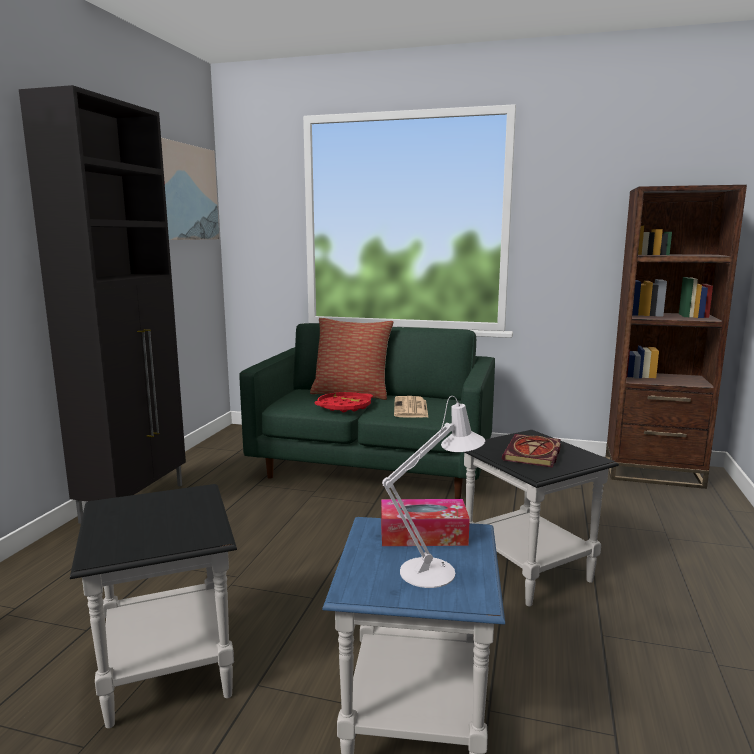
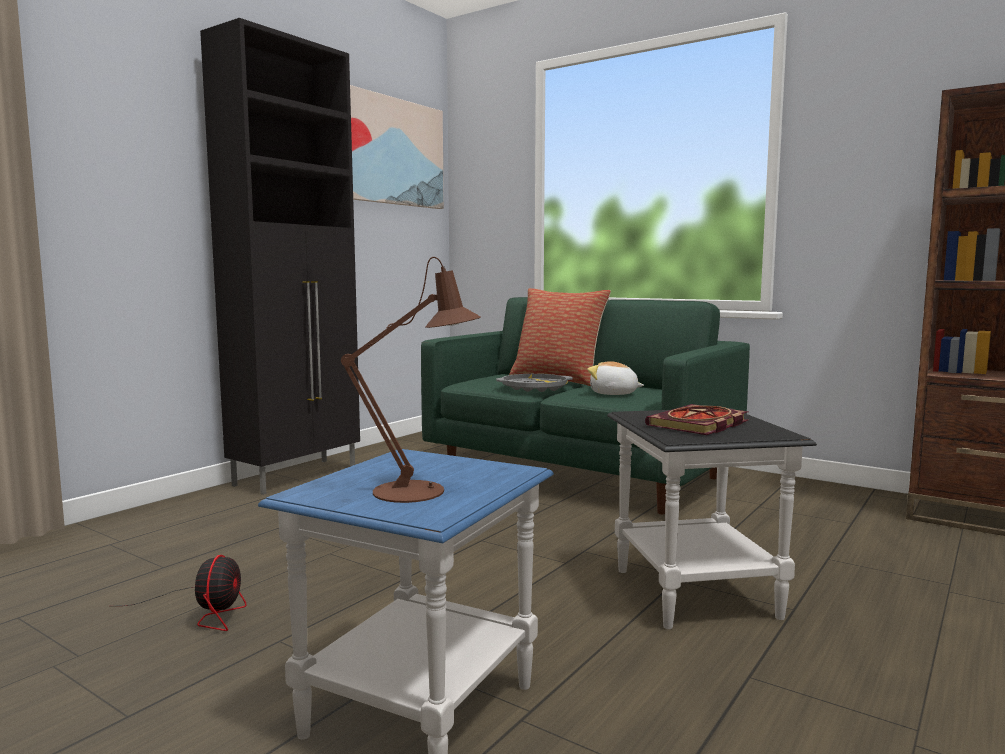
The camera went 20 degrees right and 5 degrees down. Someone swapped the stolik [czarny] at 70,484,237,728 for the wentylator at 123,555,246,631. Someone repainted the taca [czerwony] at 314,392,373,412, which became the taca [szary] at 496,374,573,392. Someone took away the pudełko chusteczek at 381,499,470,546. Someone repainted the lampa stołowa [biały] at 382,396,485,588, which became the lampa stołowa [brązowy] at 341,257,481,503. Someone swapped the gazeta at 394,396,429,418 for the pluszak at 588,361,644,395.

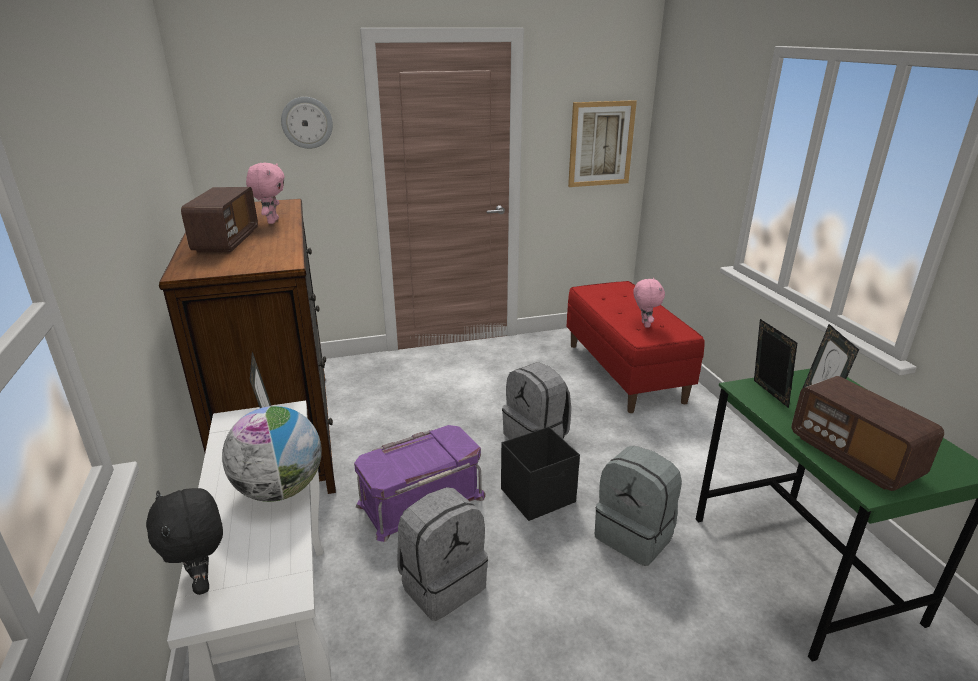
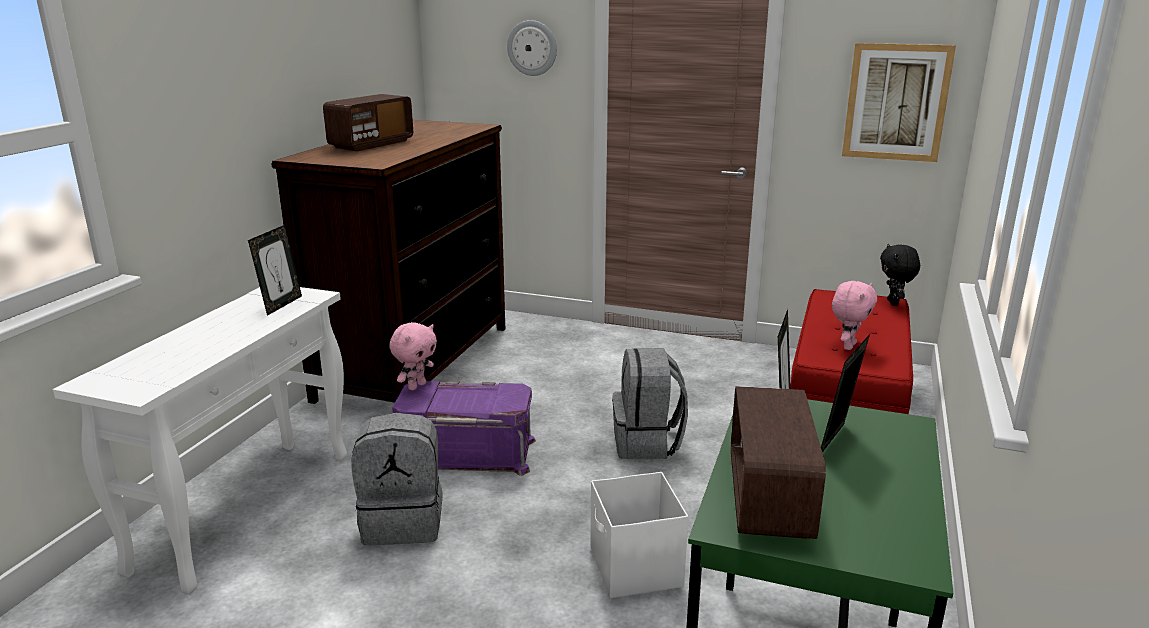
The camera went 35 degrees right and 5 degrees down. Someone carried the pluszak [czarny] from 146,488,223,595 to 880,244,920,306. Someone took away the globus at 222,406,322,502. Someone carried the pluszak [różowy] from 246,163,285,224 to 389,322,437,390. Someone took away the pojemnik do przechowywania [czarny] at 501,427,580,521. Someone swapped the plecak [szary] at 595,446,682,566 for the pojemnik do przechowywania [biały] at 590,472,688,598.

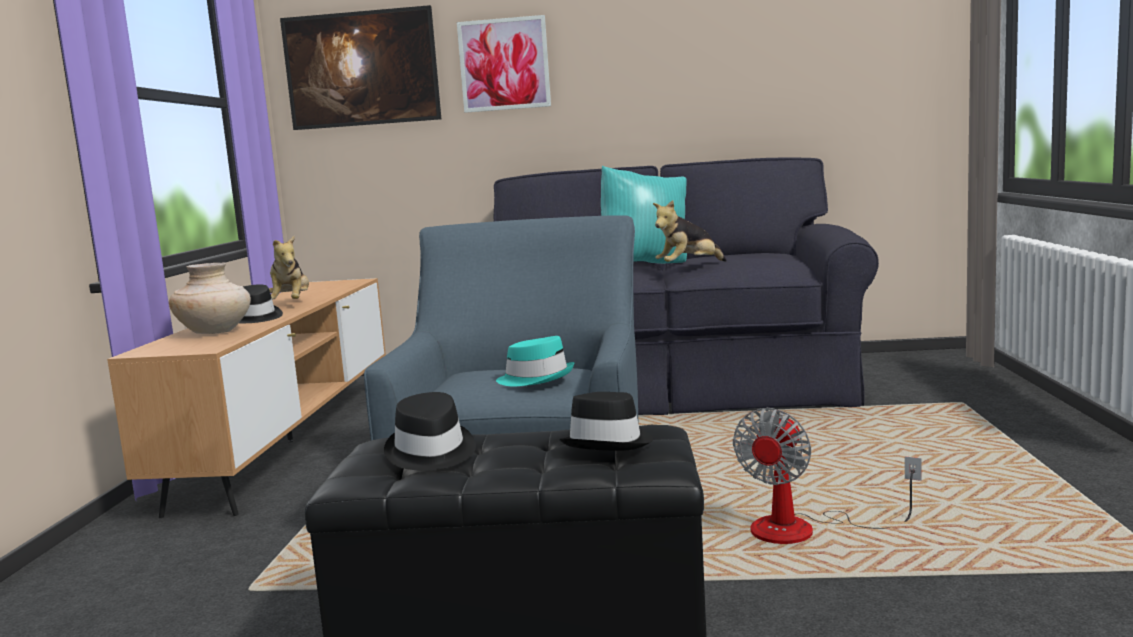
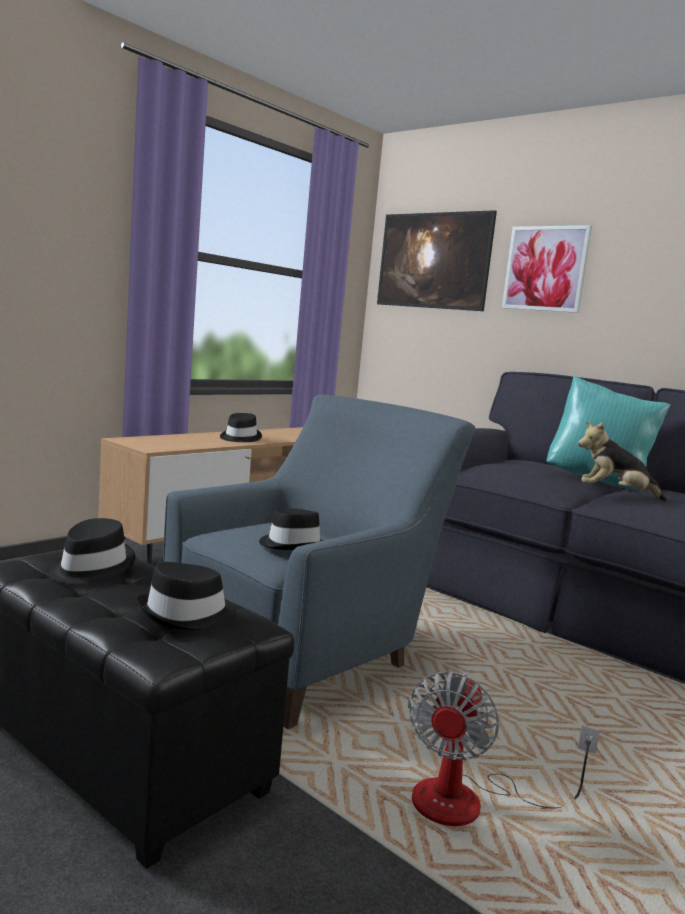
The camera went 35 degrees right and 0 degrees up. Someone took away the wazon [beżowy] at 169,263,251,334. Someone took away the pluszak at 269,236,309,300. Someone repainted the kapelusz [turkusowy] at 496,336,574,387, which became the kapelusz [czarny] at 259,508,324,550. Someone rotated the wentylator at 733,408,922,544 by 45 degrees counterclockwise.

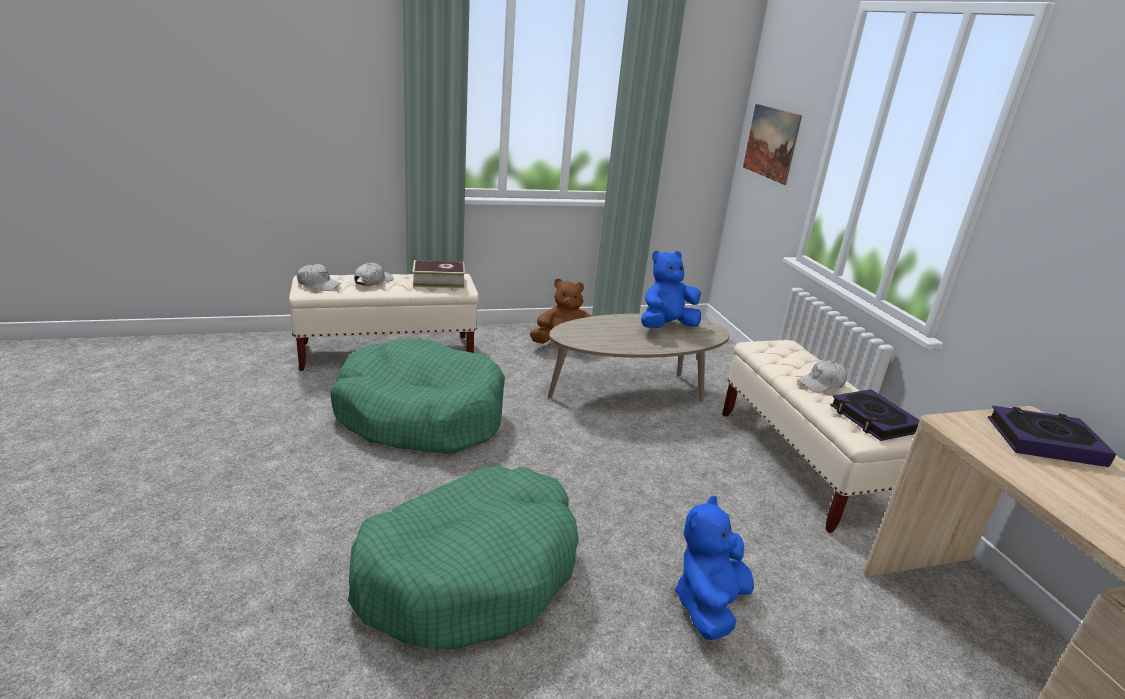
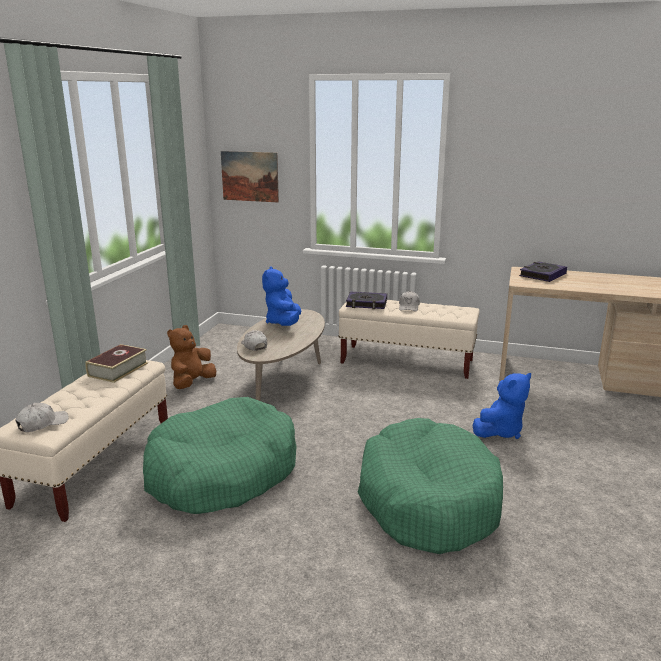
The camera went 55 degrees left and 5 degrees down. Someone carried the czapka z daszkiem [biały] from 354,263,394,286 to 241,330,267,351. Someone rotated the pluszak [niebieski] at 675,496,754,640 by 105 degrees counterclockwise. Someone carried the książka from 830,389,920,441 to 346,292,387,309.

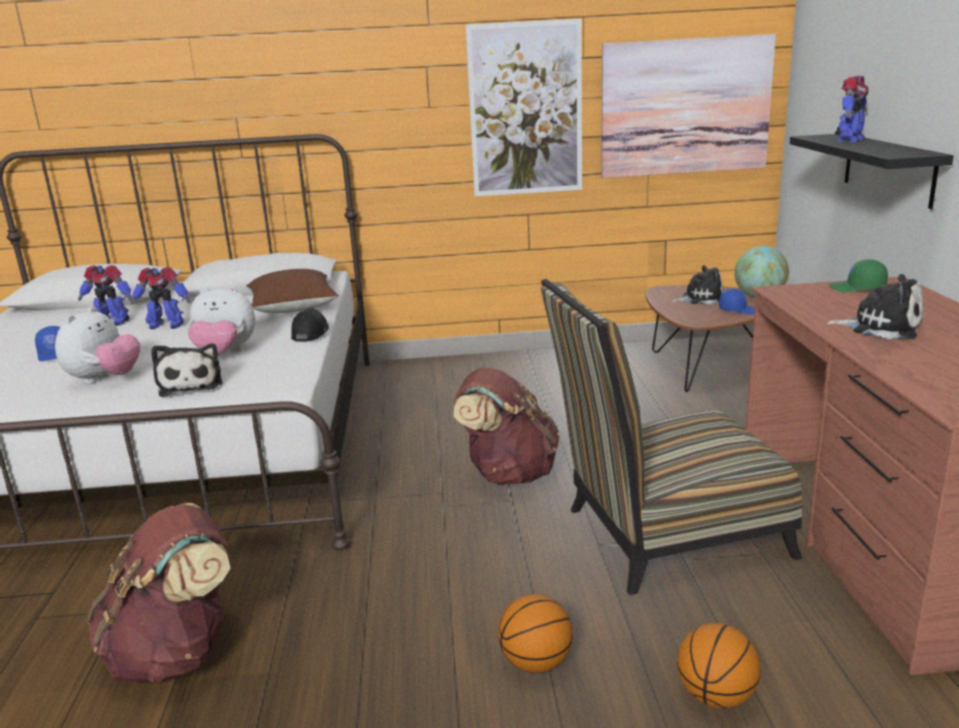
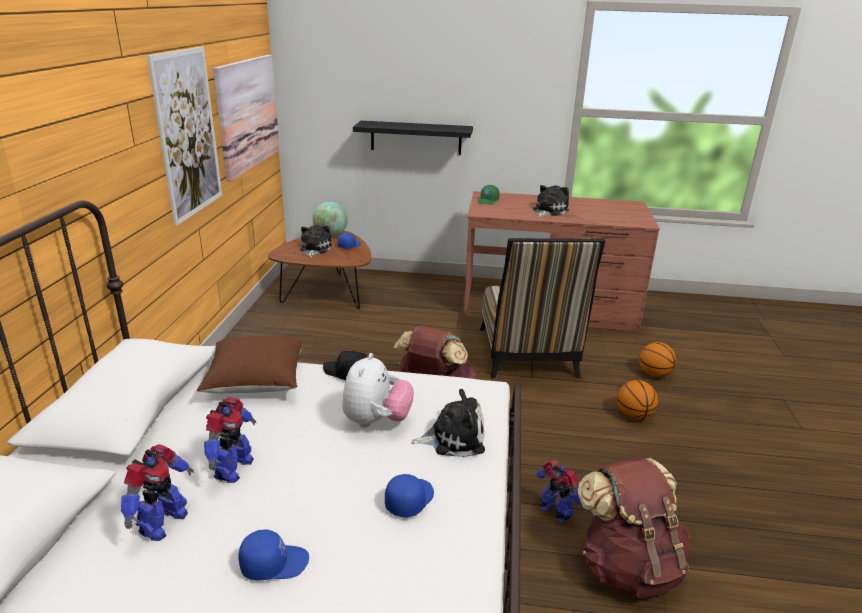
The camera went 80 degrees left and 5 degrees up. Someone swapped the pluszak at 55,306,140,384 for the czapka z daszkiem [niebieski] at 385,474,434,518. Someone carried the robot zabawkowy from 835,76,869,143 to 536,459,585,523.

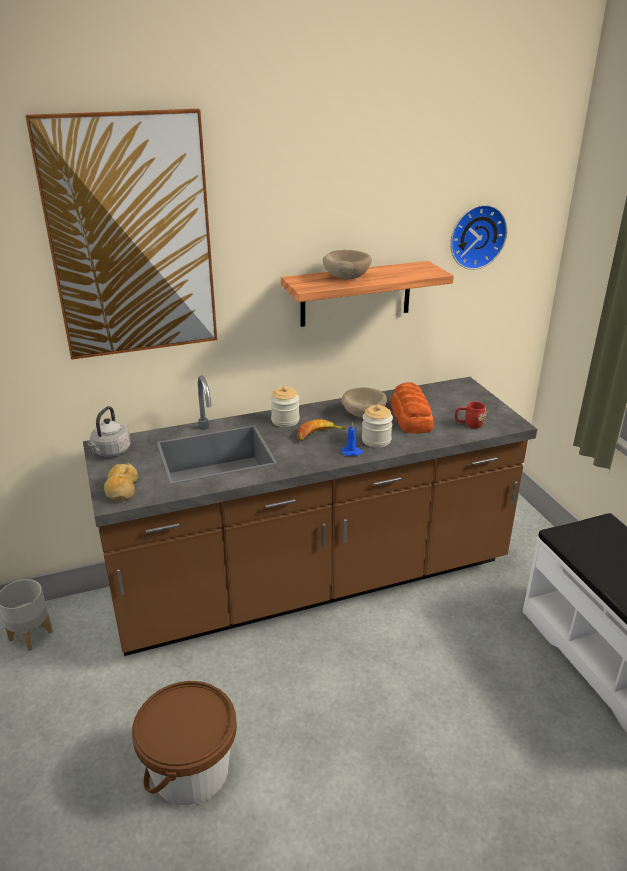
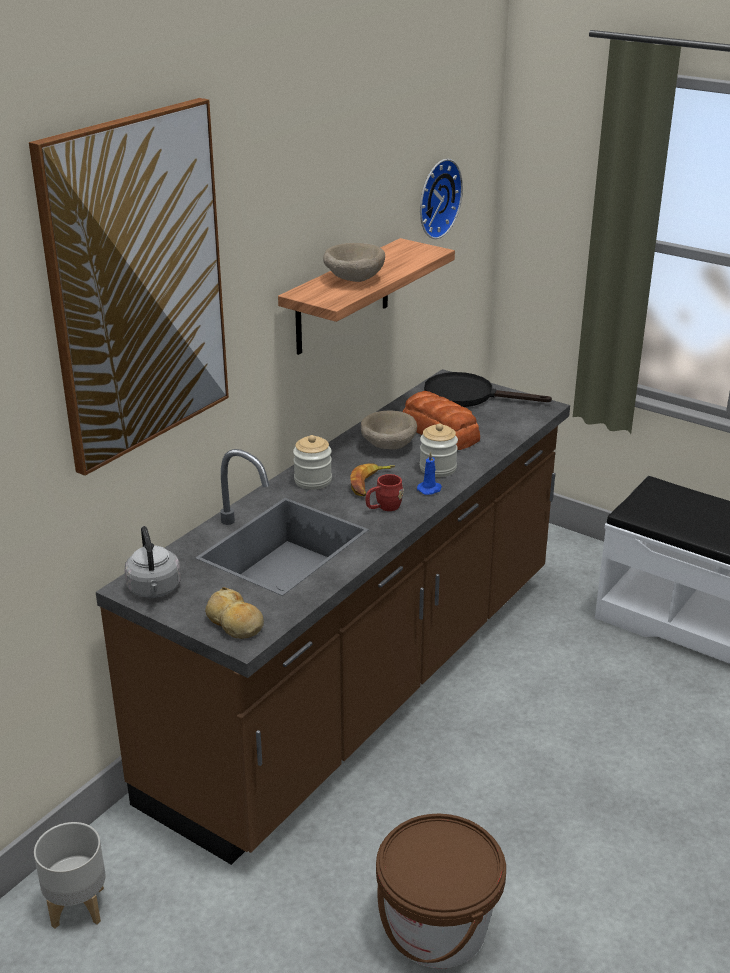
The camera went 35 degrees left and 0 degrees up. Someone carried the kubek [czerwony] from 455,401,486,428 to 366,474,404,511. Someone put down the patelnia [czarny] at 424,372,552,407.

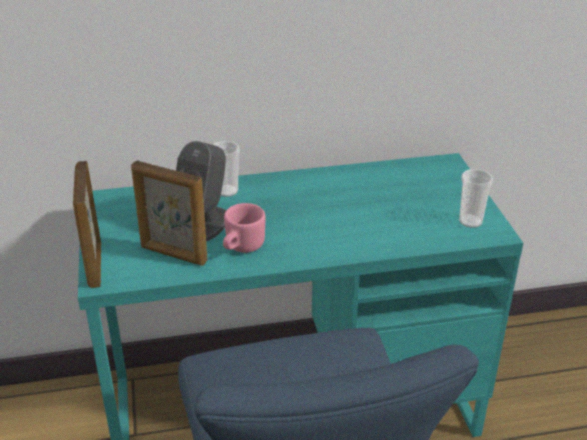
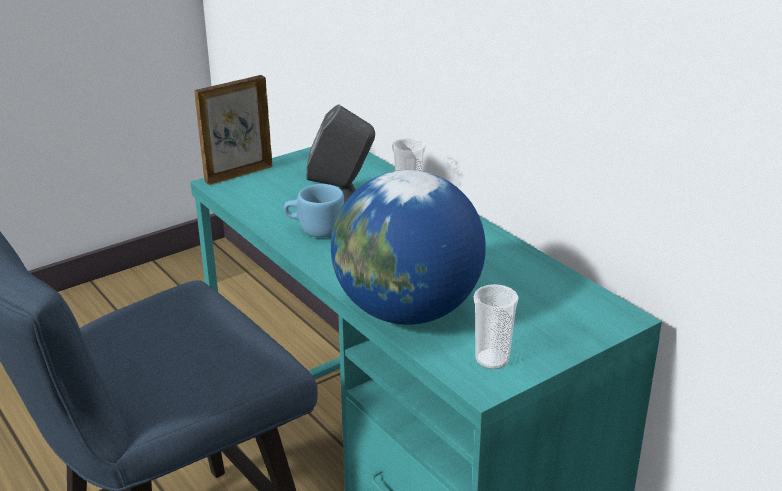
The camera went 65 degrees right and 5 degrees down. Someone took away the ramka na zdjęcie at 131,160,208,266. Someone repainted the kubek [różowy] at 223,203,265,253, which became the kubek [niebieski] at 284,184,344,238. Someone put down the globus at 331,170,486,325.

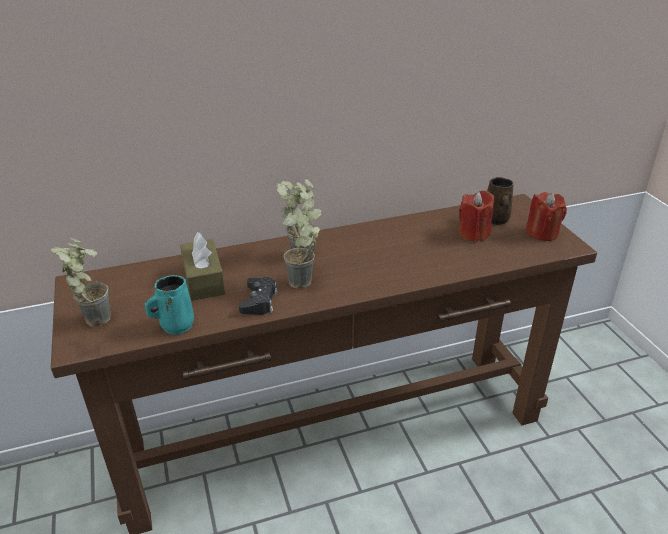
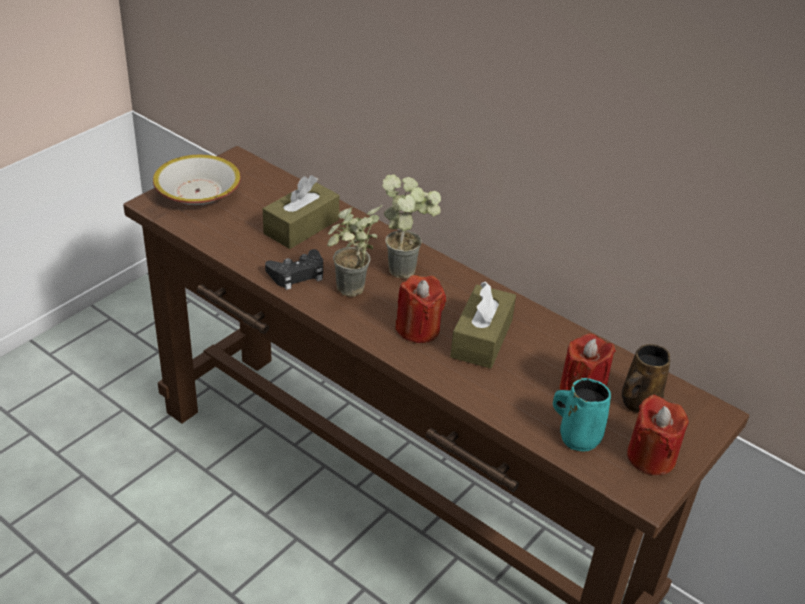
The camera went 55 degrees right and 5 degrees up. Someone swapped the roślina doniczkowa at 51,238,111,327 for the miska at 153,155,241,206. Someone carried the kubek [turkusowy] from 145,275,194,335 to 553,378,611,452. Someone put down the świeca [czerwony] at 395,275,446,343. Someone put down the pudełko chusteczek [brązowy] at 450,282,516,369.

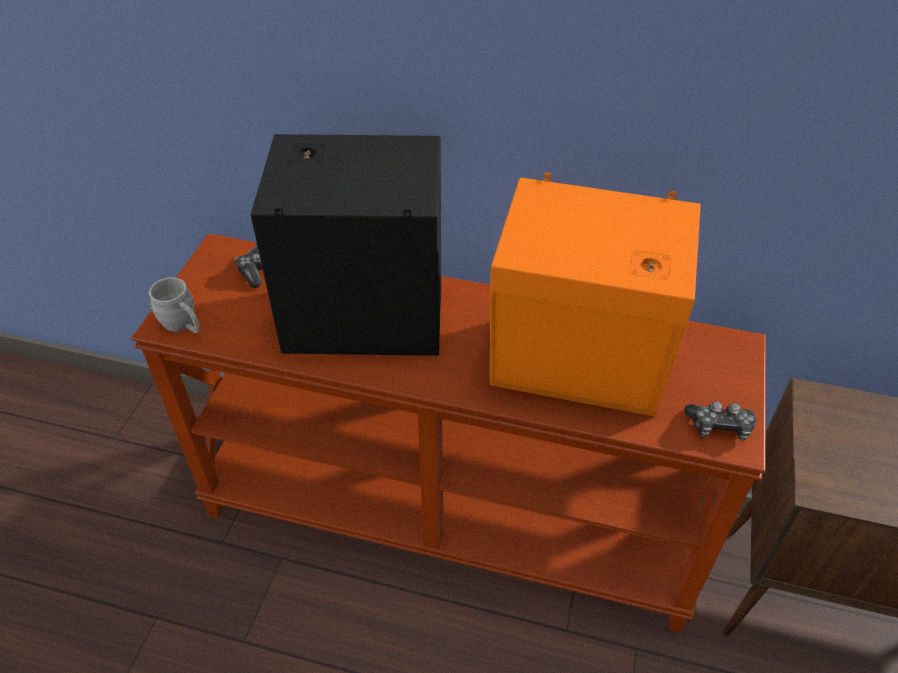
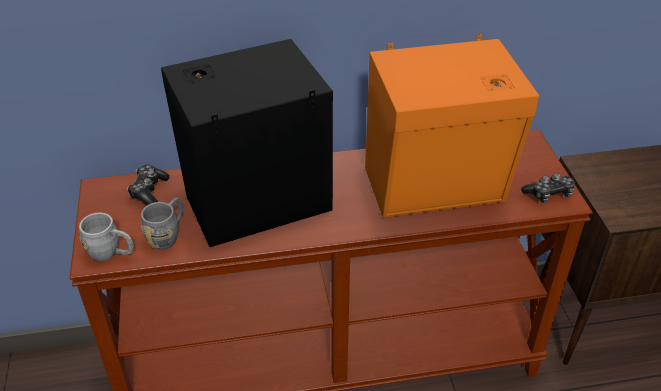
The camera went 25 degrees left and 5 degrees down. Someone put down the kubek [szary] at 141,198,183,250.

